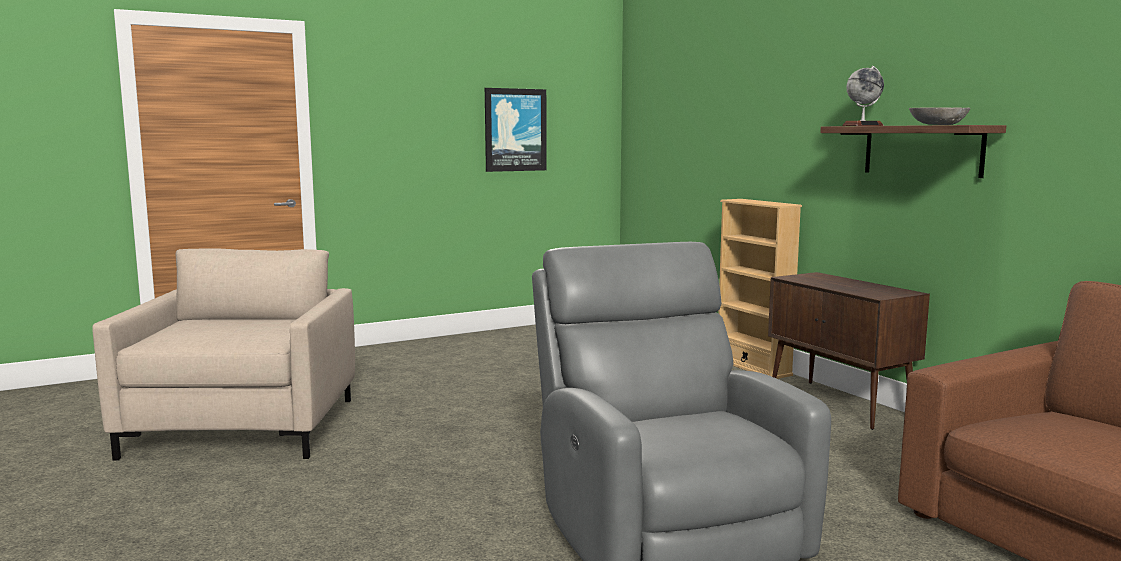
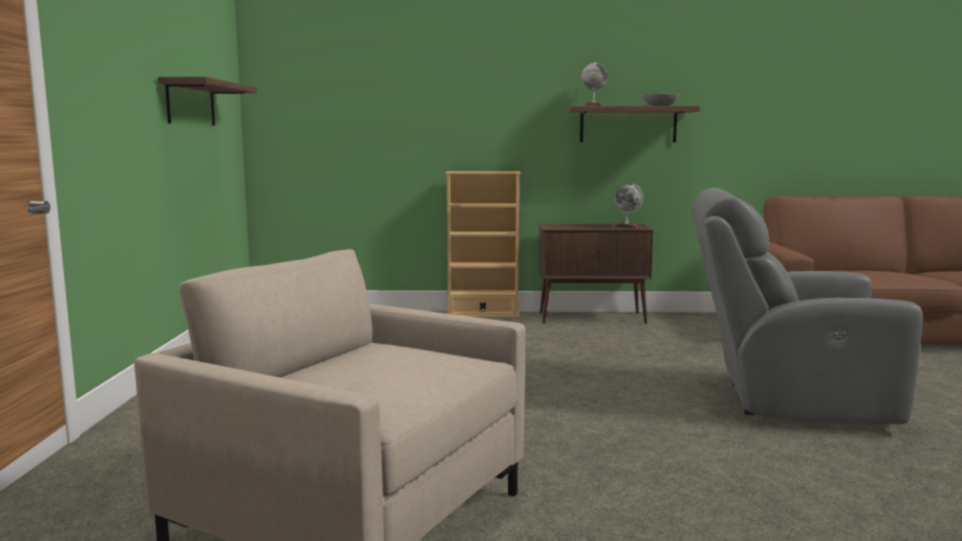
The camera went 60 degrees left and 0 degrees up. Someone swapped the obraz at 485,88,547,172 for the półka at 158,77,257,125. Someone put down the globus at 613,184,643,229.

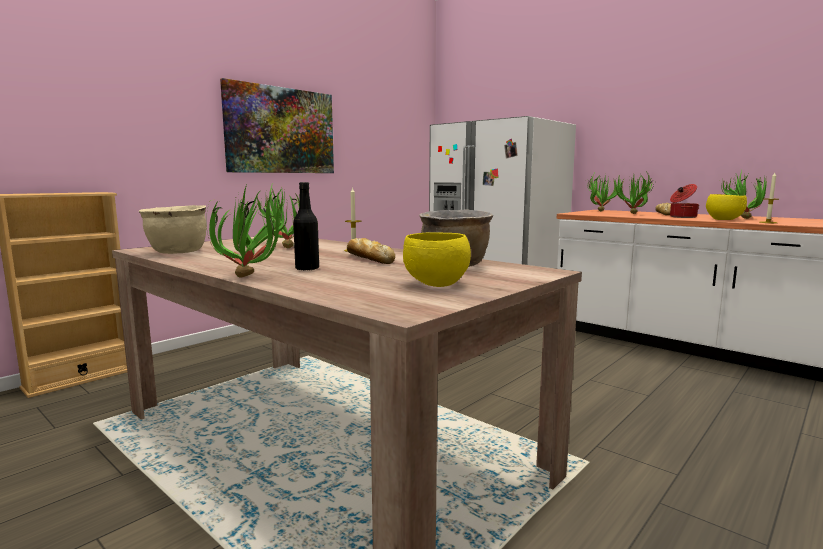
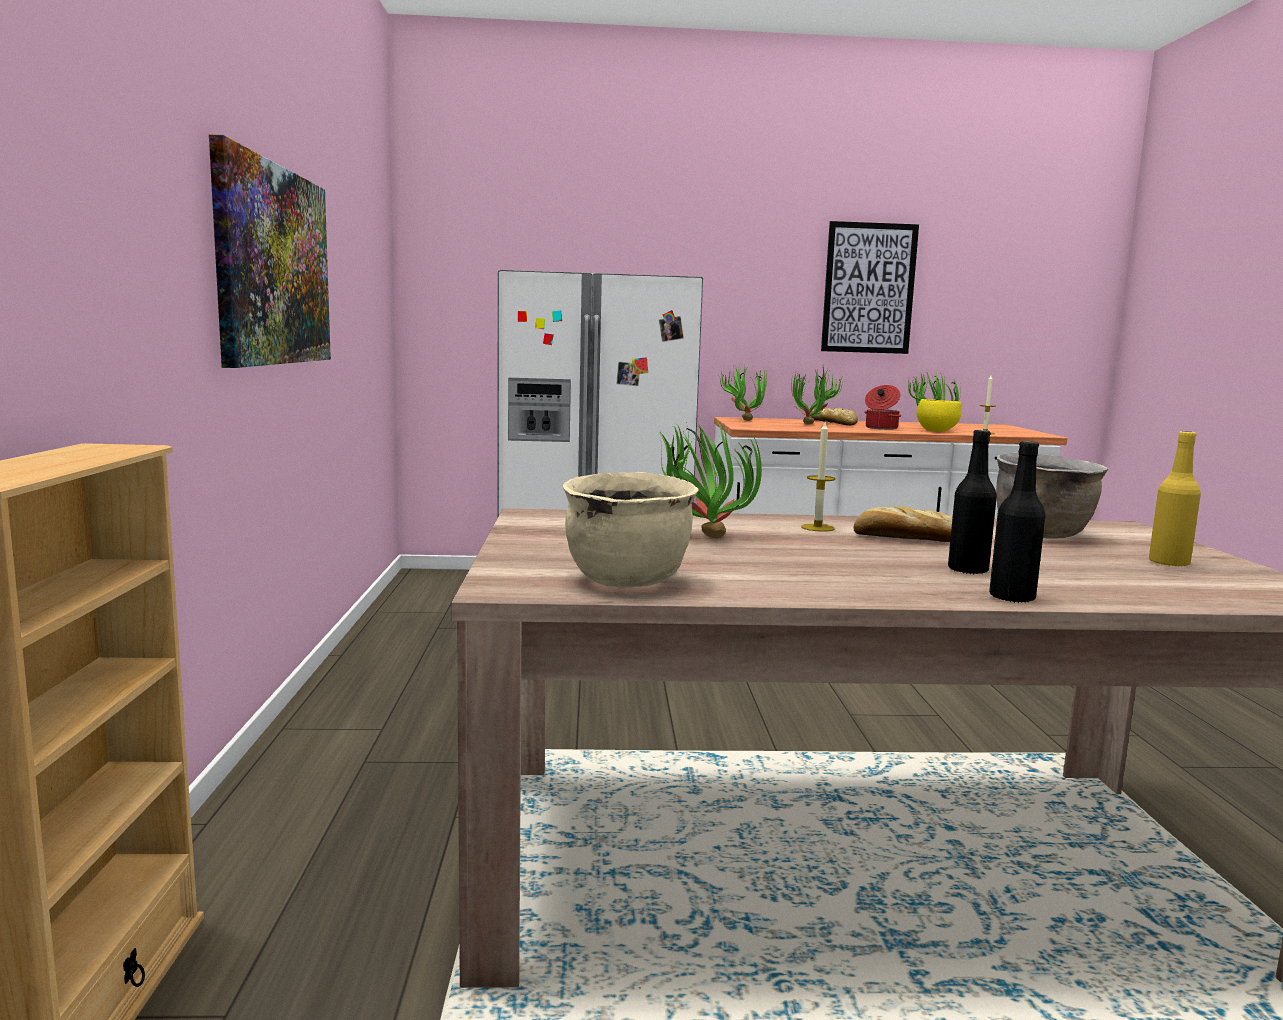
The camera went 45 degrees left and 0 degrees up. Someone swapped the roślina doniczkowa at 206,185,288,278 for the butelka [czarny] at 989,441,1046,603. Someone swapped the miska [żółty] at 403,232,471,287 for the butelka [żółty] at 1149,431,1201,567. Someone put up the obraz at 821,221,919,354.

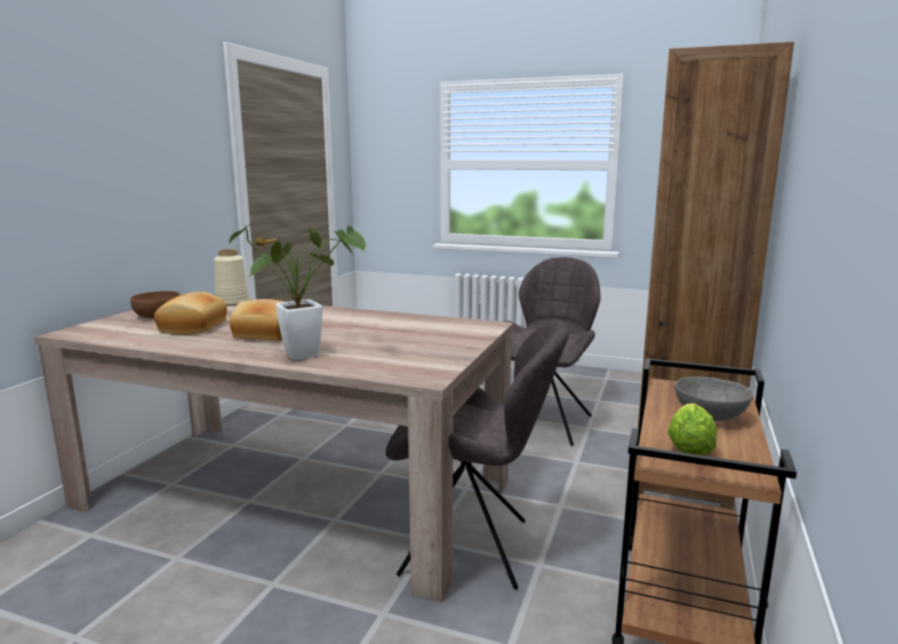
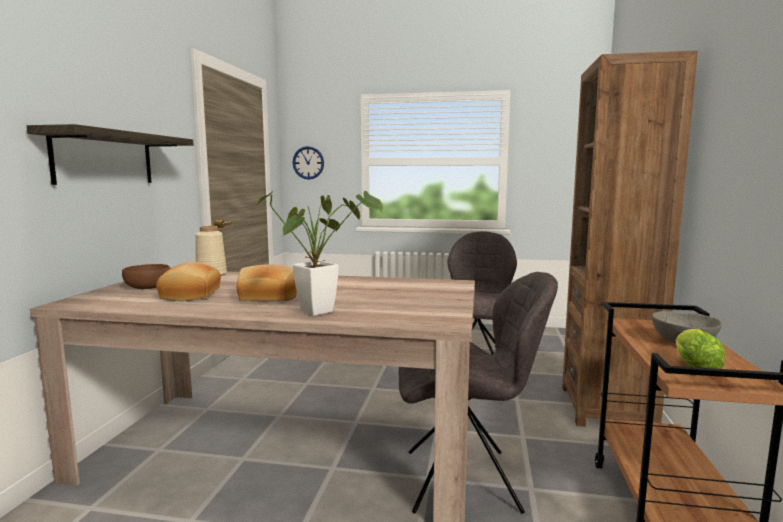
The camera went 10 degrees left and 5 degrees down. Someone put up the półka at 27,124,194,185. Someone put up the zegar ścienny at 293,146,324,180.

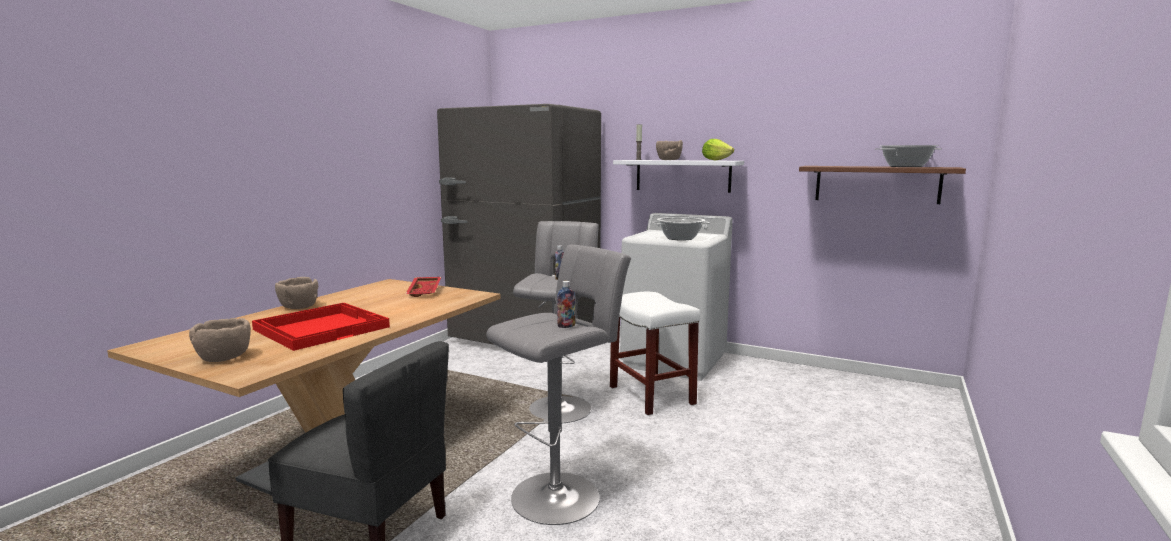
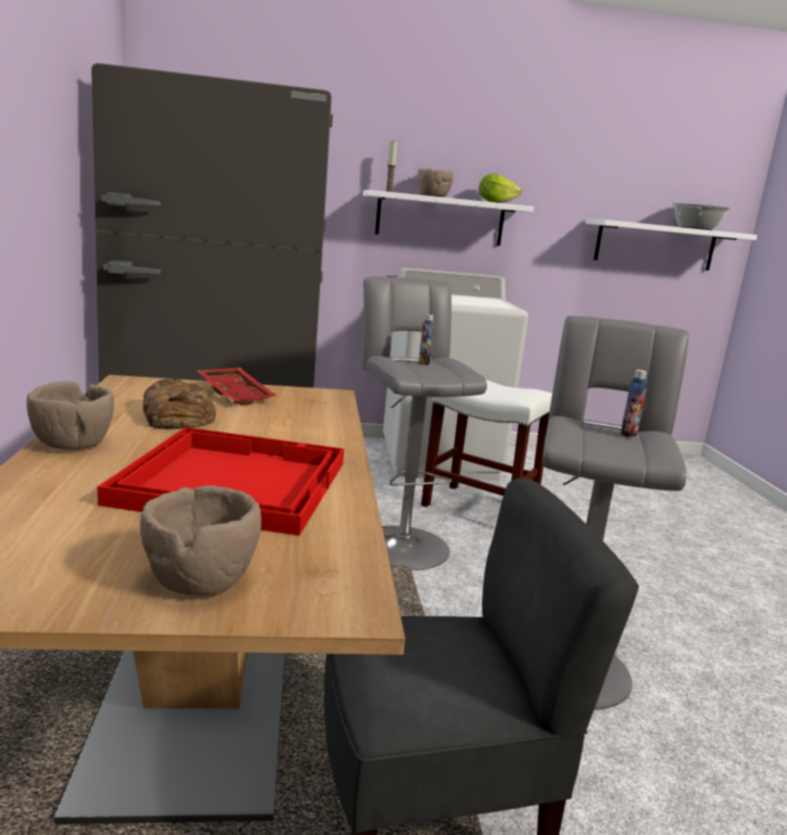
The camera went 35 degrees left and 5 degrees up. Someone took away the garnek at 652,217,710,241. Someone repainted the półka [brązowy] at 799,166,966,204, which became the półka [biały] at 586,219,757,271. Someone put down the chleb at 143,379,216,429.

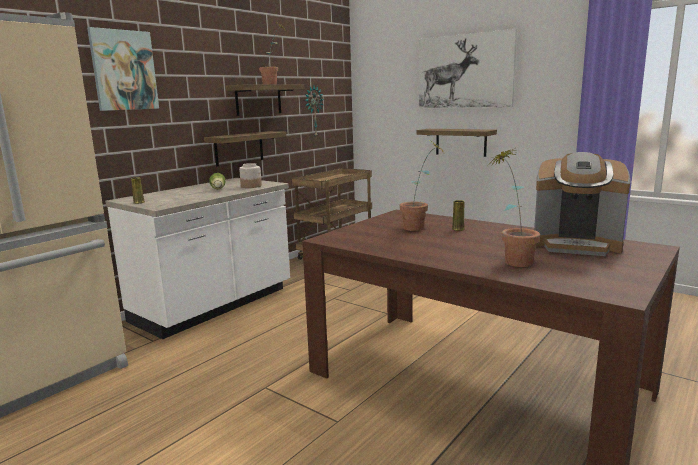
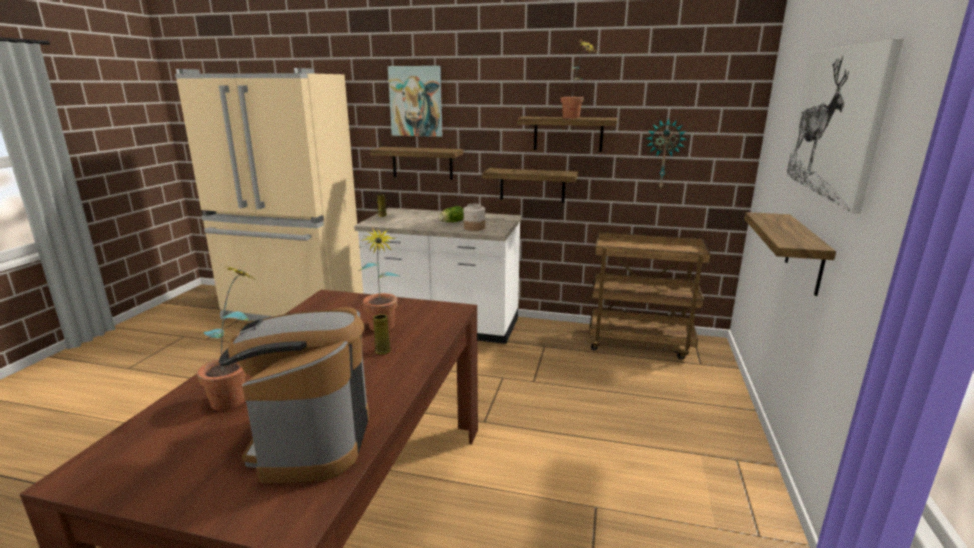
The camera went 65 degrees right and 5 degrees up. Someone put up the półka at 370,147,463,180.

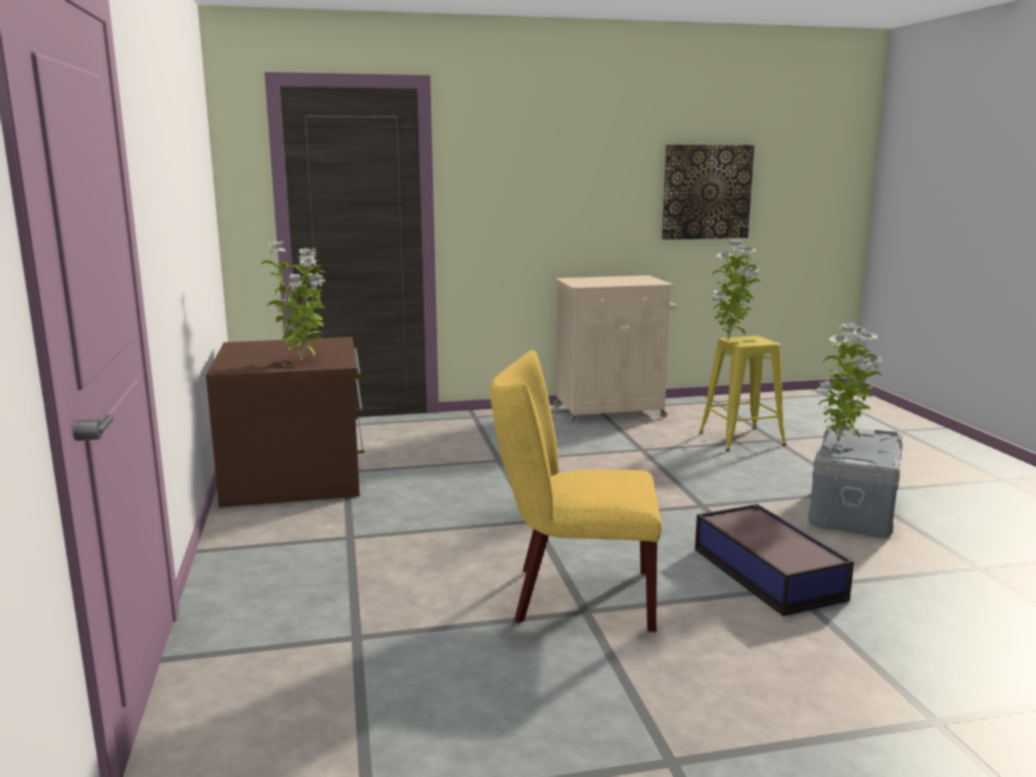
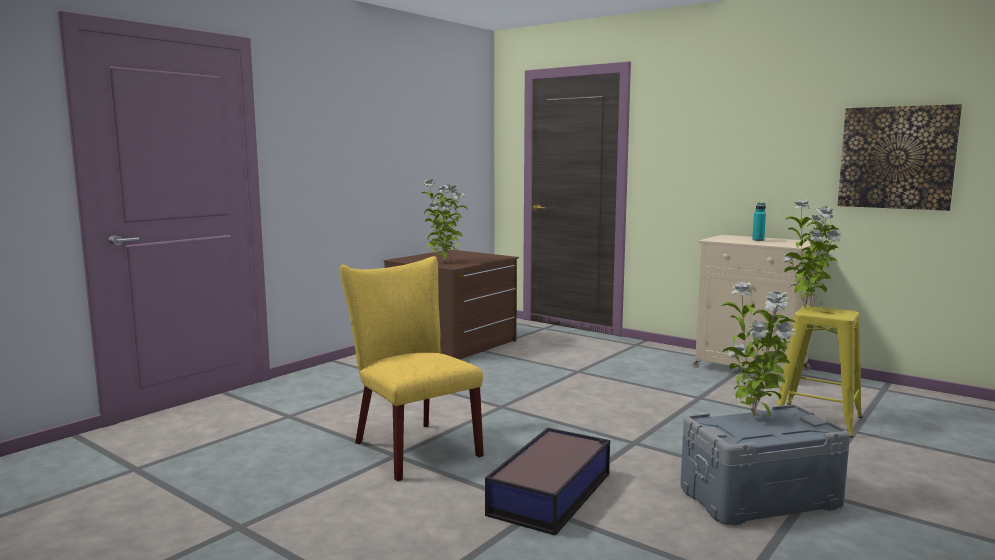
The camera went 50 degrees right and 5 degrees down. Someone put down the butelka [turkusowy] at 752,203,766,241.

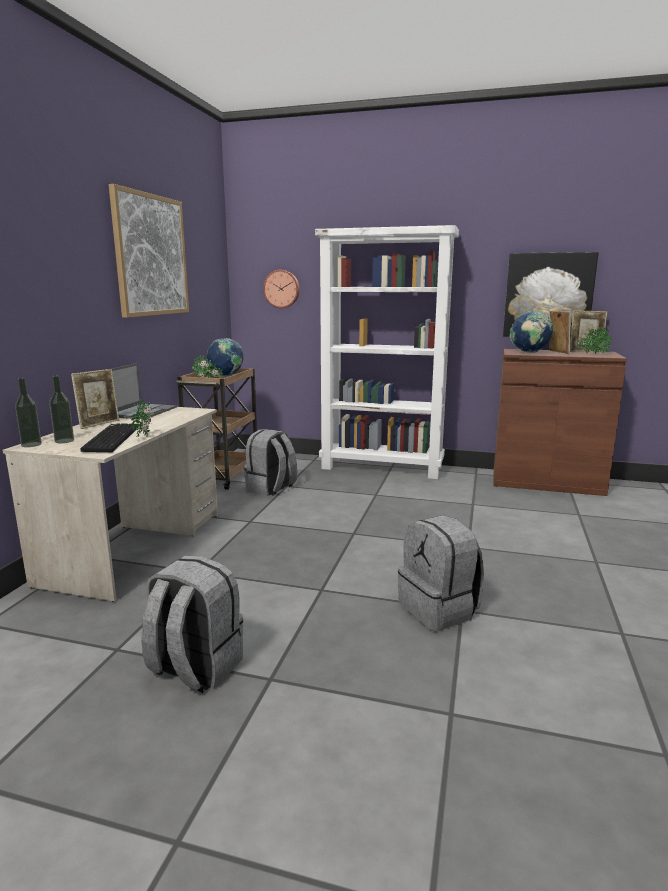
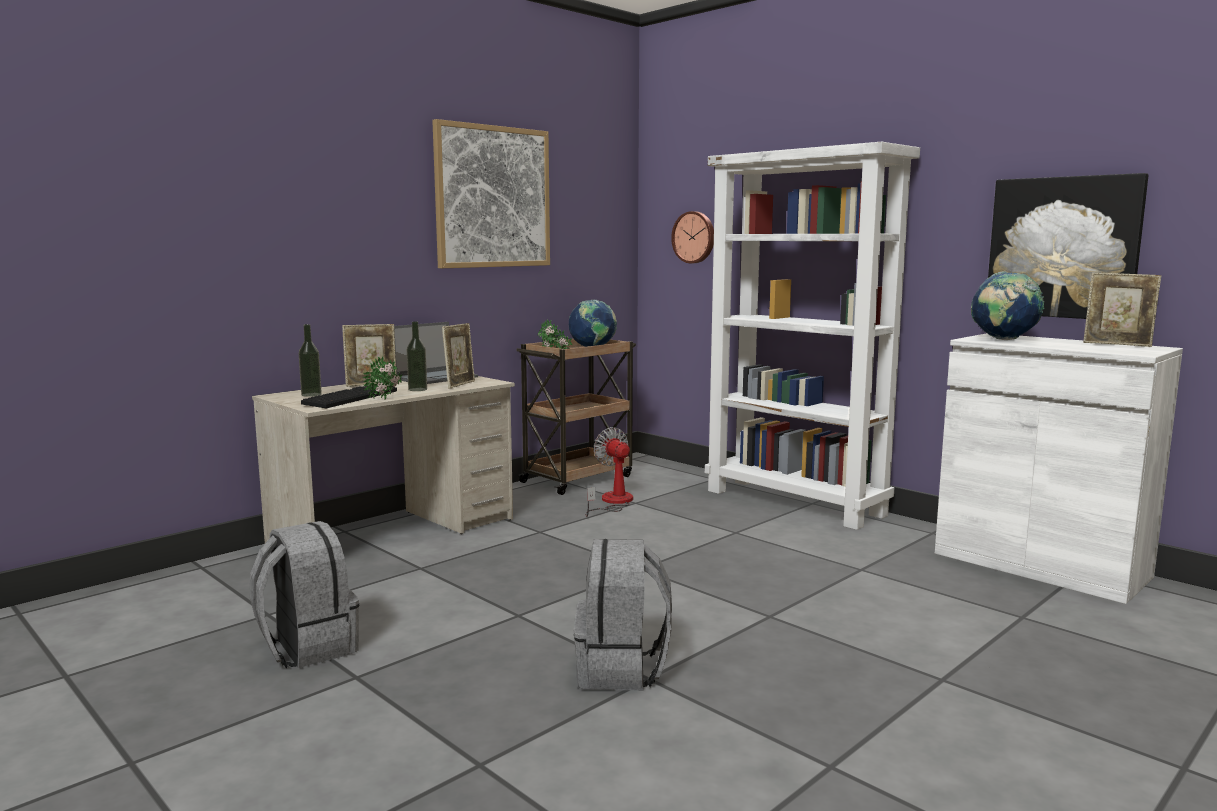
The camera went 30 degrees right and 5 degrees down. Someone carried the butelka from 15,378,42,447 to 407,321,427,391. Someone swapped the plecak [szary] at 244,429,297,496 for the wentylator at 585,427,633,517. Someone repainted the szafka [brązowy] at 493,349,627,496, which became the szafka [biały] at 935,333,1183,604. Someone carried the ramka na zdjęcie from 549,311,571,354 to 442,323,475,389. Someone took away the roślina doniczkowa at 578,326,612,354.

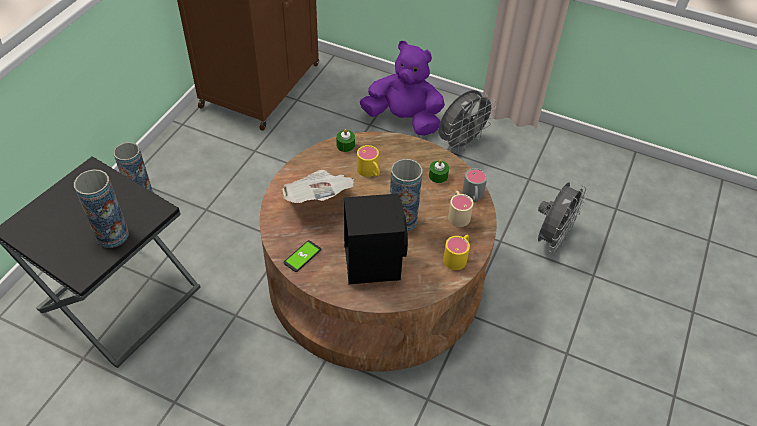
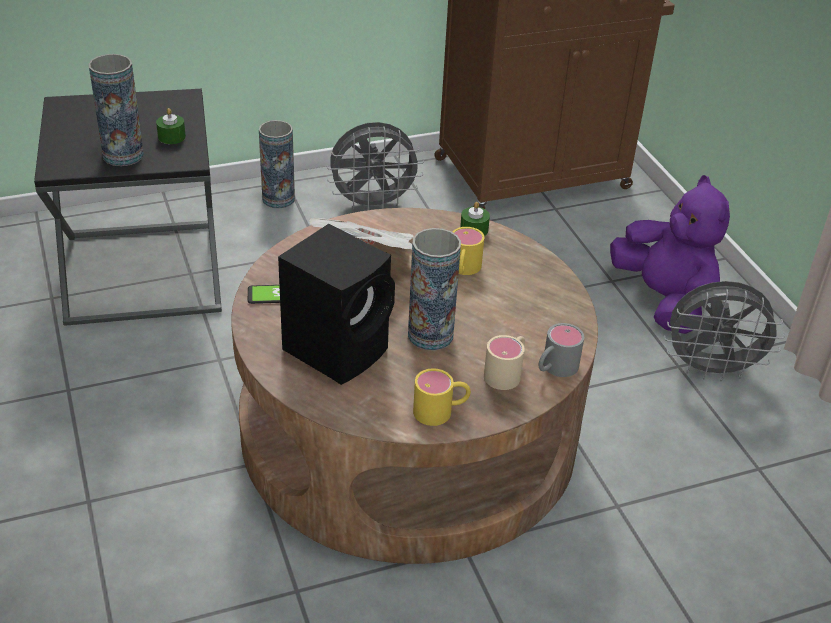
The camera went 45 degrees right and 10 degrees down. Someone carried the świeca [zielony] from 429,160,449,183 to 156,108,186,144. Someone carried the wentylator [szary] from 538,182,589,253 to 327,122,424,210.

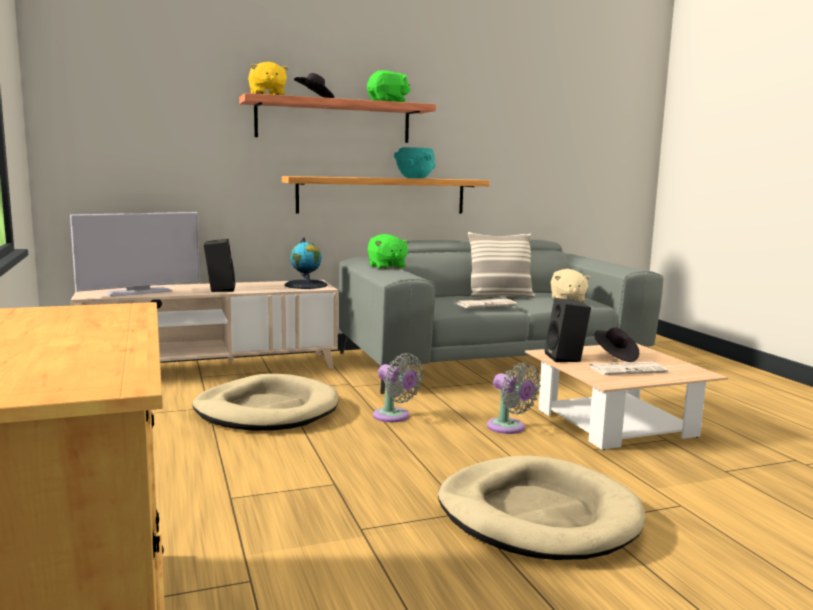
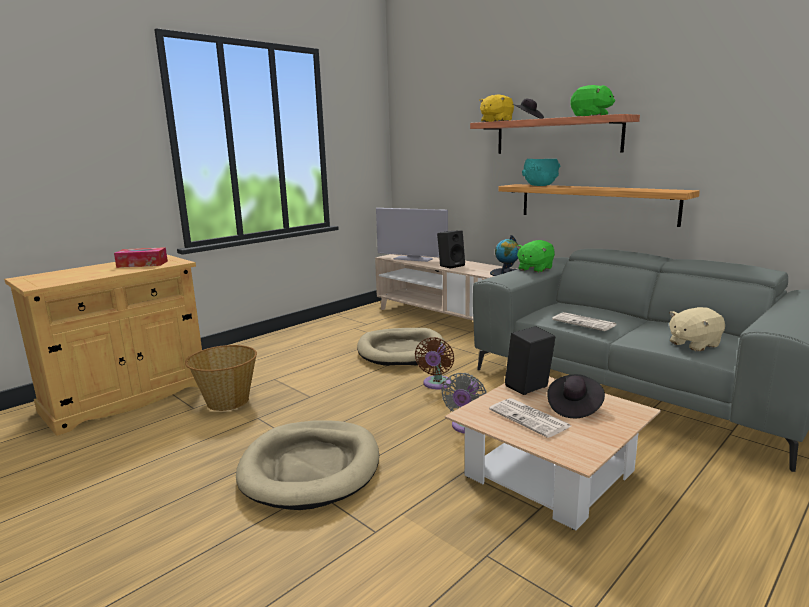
The camera went 65 degrees right and 5 degrees up. Someone repainted the wentylator [szary] at 373,353,423,422, which became the wentylator [brązowy] at 415,337,454,389. Someone carried the miska [turkusowy] from 394,147,435,178 to 522,159,560,186. Someone took away the poduszka at 468,232,535,299. Someone put down the pudełko chusteczek at 114,247,168,268. Someone put down the koszyk at 185,345,257,411.

